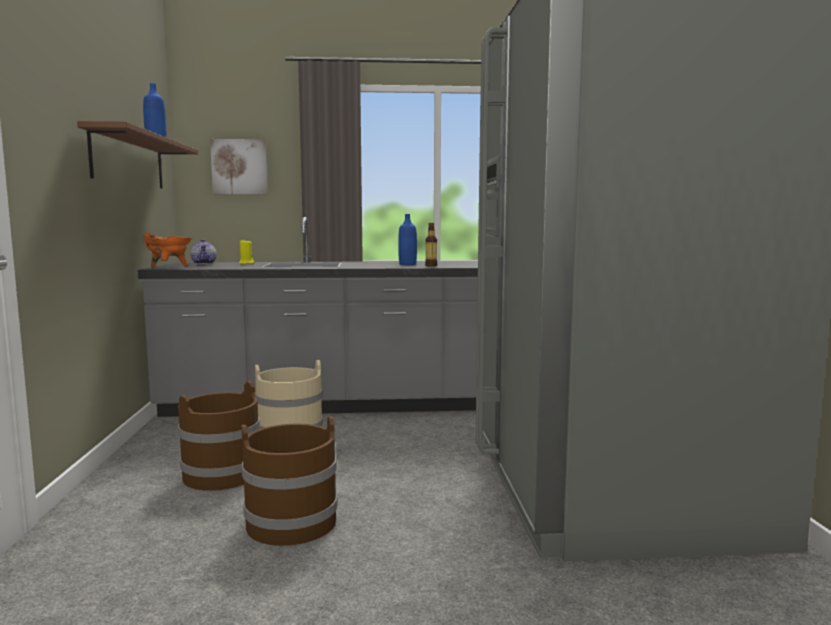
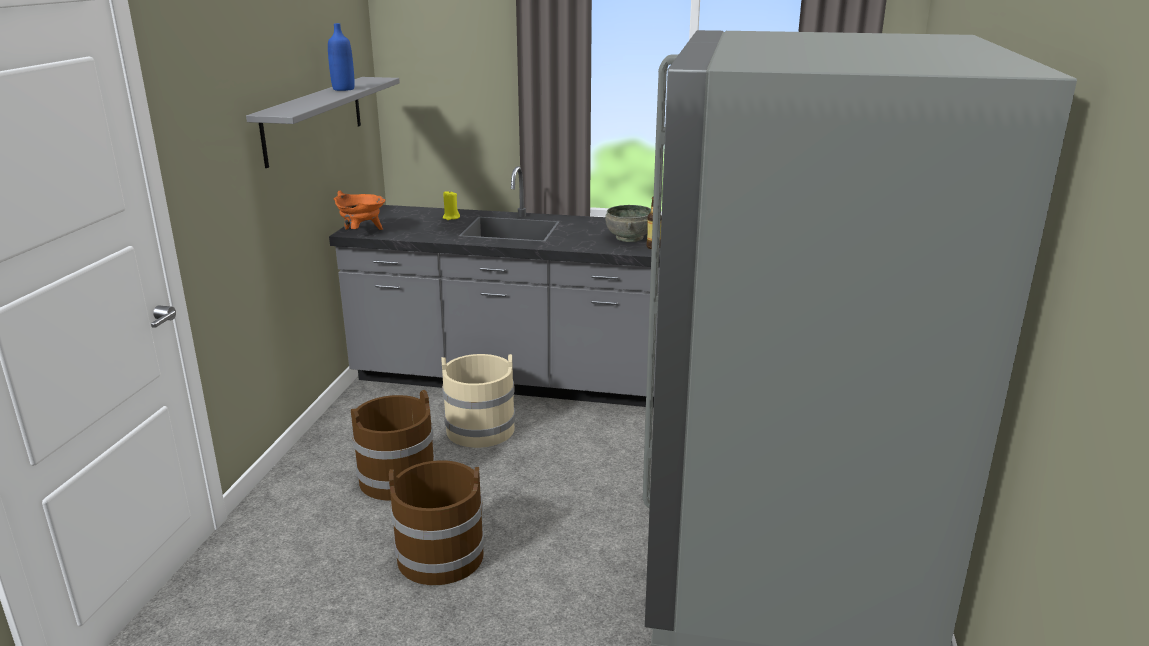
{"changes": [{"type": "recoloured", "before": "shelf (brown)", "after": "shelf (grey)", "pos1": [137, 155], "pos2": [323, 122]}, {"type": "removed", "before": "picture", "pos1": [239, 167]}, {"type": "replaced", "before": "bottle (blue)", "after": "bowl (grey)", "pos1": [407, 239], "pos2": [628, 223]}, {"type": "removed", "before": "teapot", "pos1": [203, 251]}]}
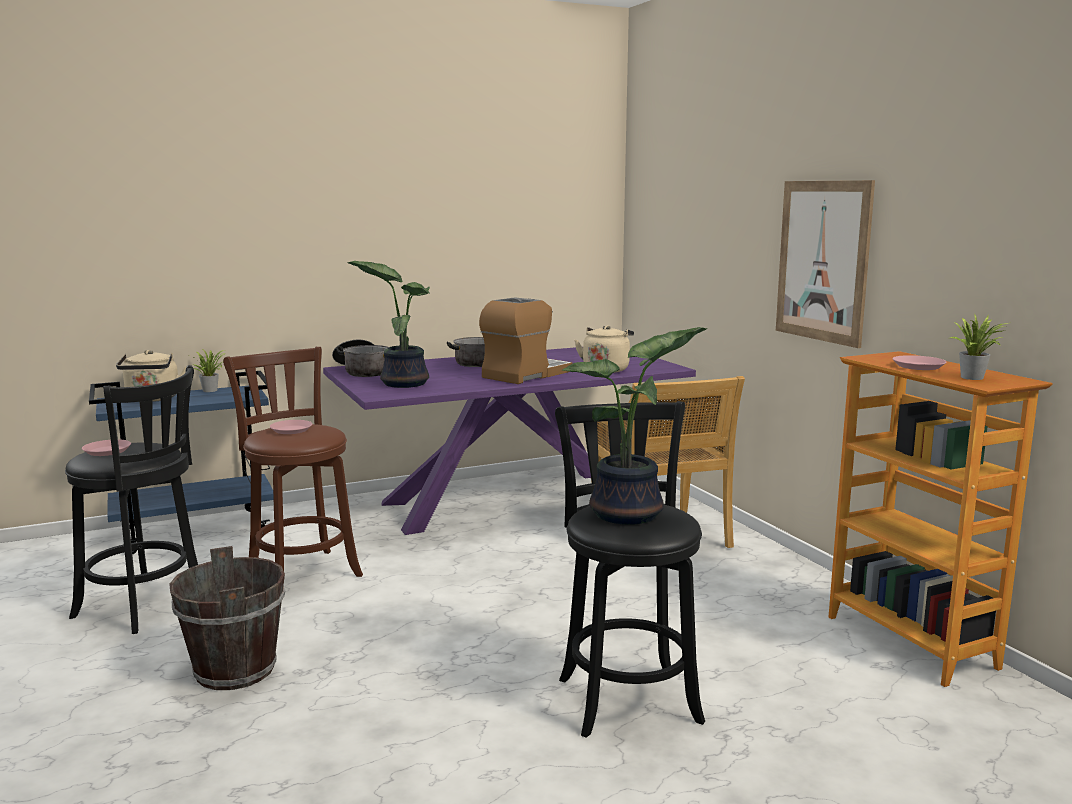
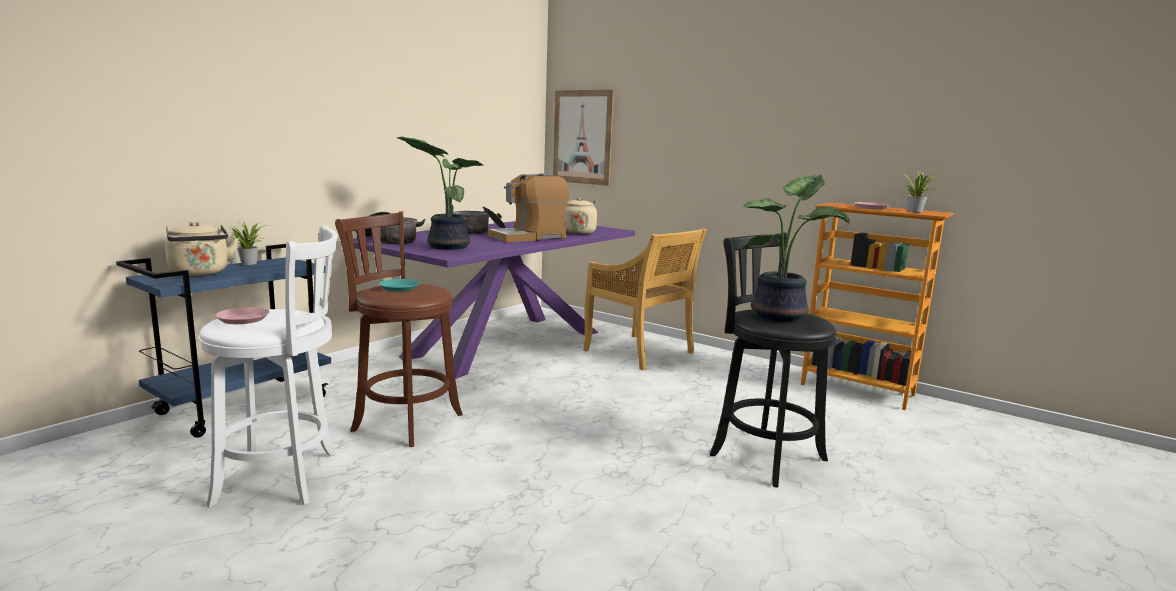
{"changes": [{"type": "moved", "before": "picture", "pos1": [825, 264], "pos2": [583, 138]}, {"type": "turned", "before": "coffee machine", "pos1": [526, 340], "pos2": [529, 207], "turn": -135}, {"type": "recoloured", "before": "stool (black)", "after": "stool (white)", "pos1": [131, 499], "pos2": [268, 366]}, {"type": "recoloured", "before": "plate (pink)", "after": "plate (turquoise)", "pos1": [291, 427], "pos2": [399, 285]}, {"type": "removed", "before": "bucket (brown)", "pos1": [227, 618]}]}
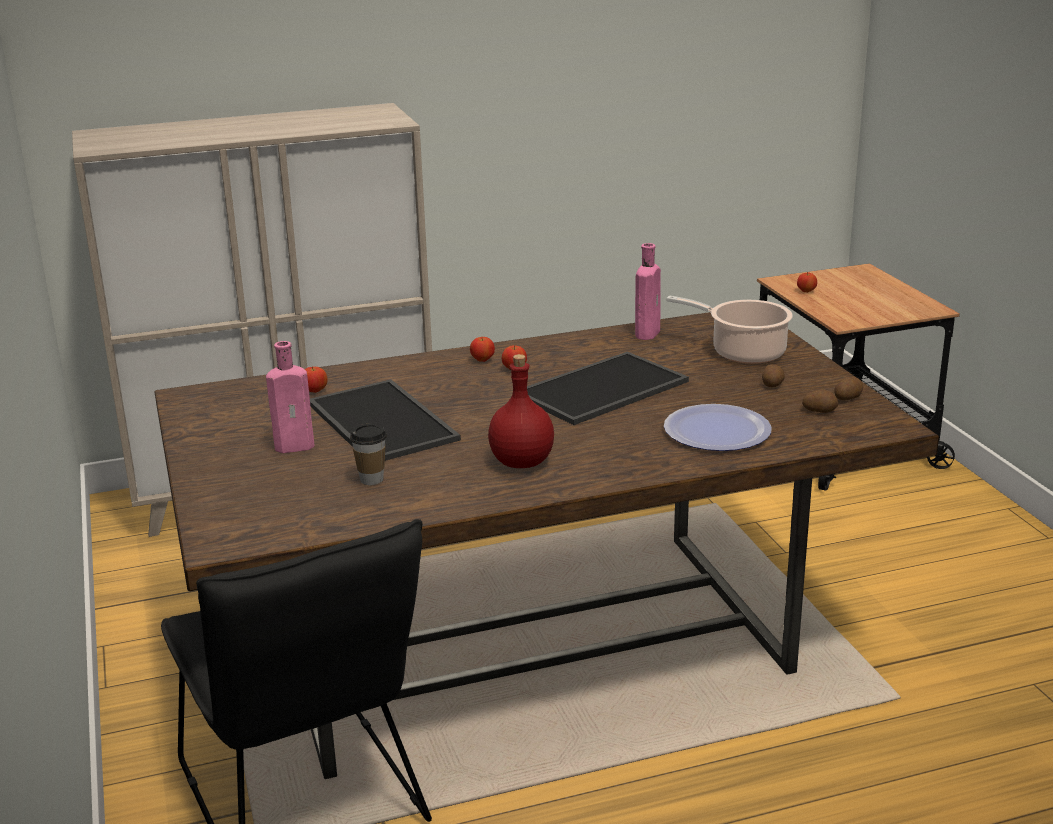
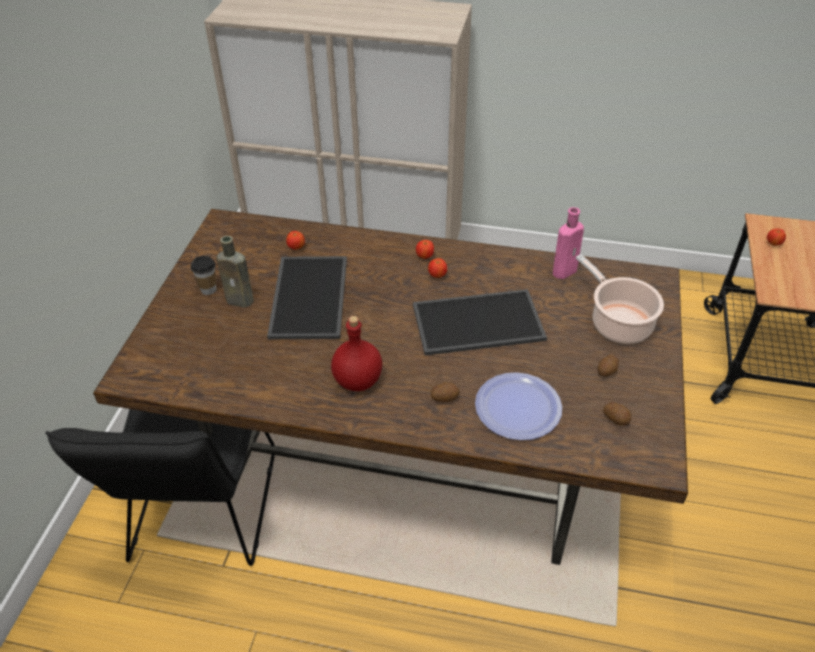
{"changes": [{"type": "recoloured", "before": "bottle (pink)", "after": "bottle (brown)", "pos1": [290, 397], "pos2": [235, 272]}, {"type": "moved", "before": "potato", "pos1": [848, 388], "pos2": [445, 392]}, {"type": "moved", "before": "cup", "pos1": [368, 454], "pos2": [203, 275]}]}
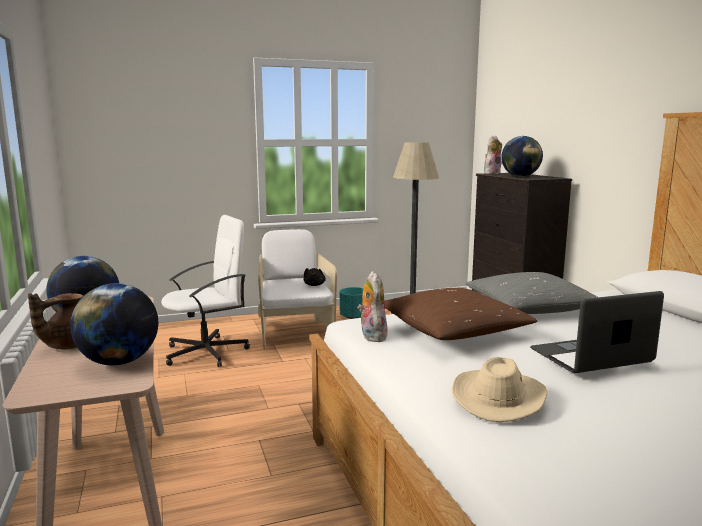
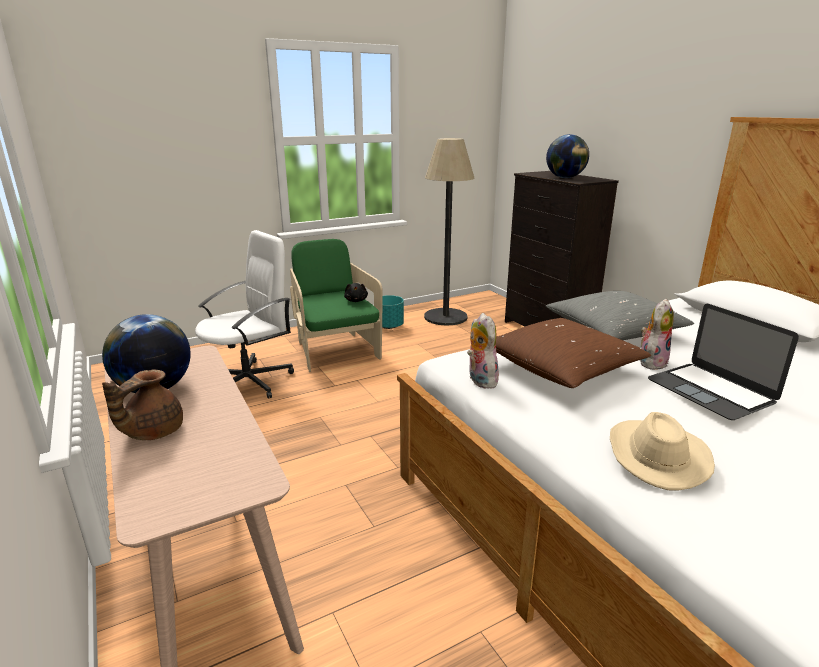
{"changes": [{"type": "moved", "before": "plush toy", "pos1": [493, 155], "pos2": [657, 334]}, {"type": "recoloured", "before": "armchair (white)", "after": "armchair (green)", "pos1": [297, 289], "pos2": [336, 305]}, {"type": "removed", "before": "globe", "pos1": [114, 324]}, {"type": "turned", "before": "laptop", "pos1": [597, 332], "pos2": [723, 362], "turn": -90}]}
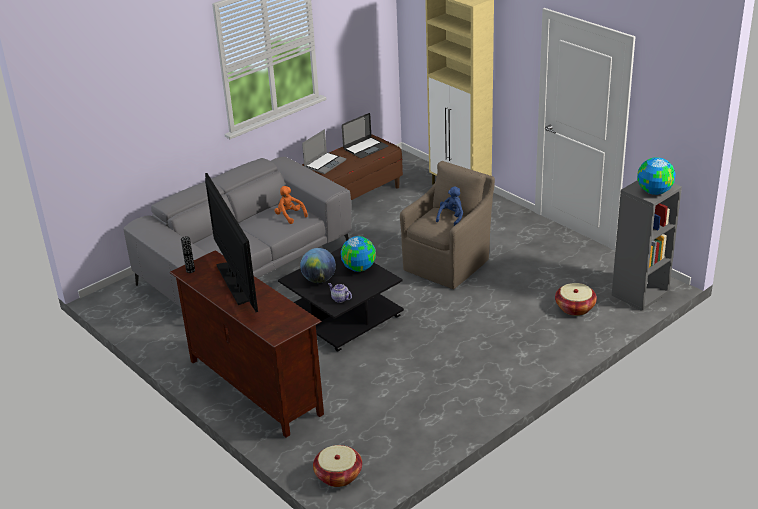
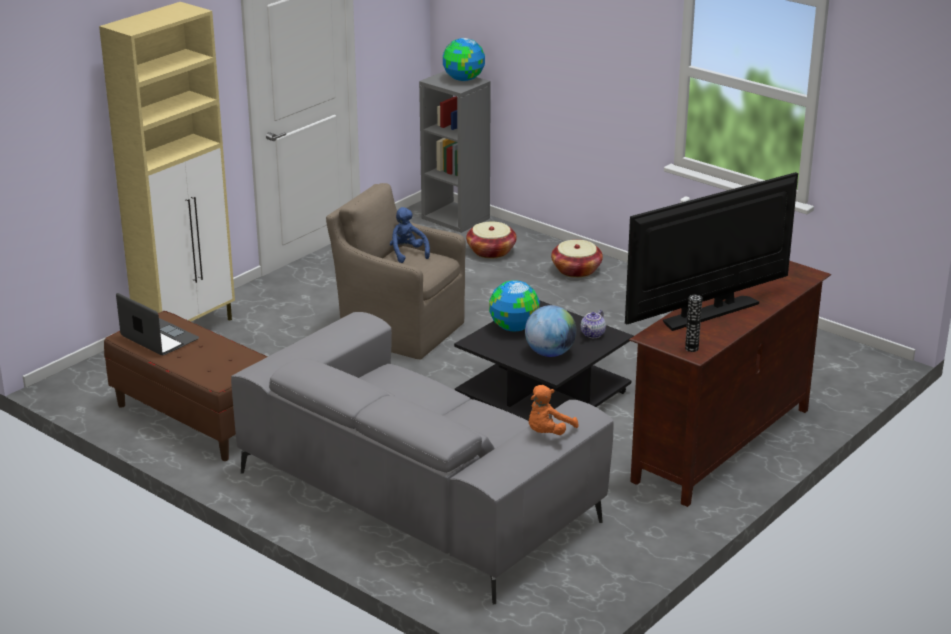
{"changes": [{"type": "removed", "before": "laptop", "pos1": [324, 151]}, {"type": "moved", "before": "plush toy (orange)", "pos1": [291, 205], "pos2": [553, 410]}, {"type": "turned", "before": "plush toy (blue)", "pos1": [449, 206], "pos2": [410, 235], "turn": 45}, {"type": "moved", "before": "basket", "pos1": [337, 466], "pos2": [577, 259]}]}
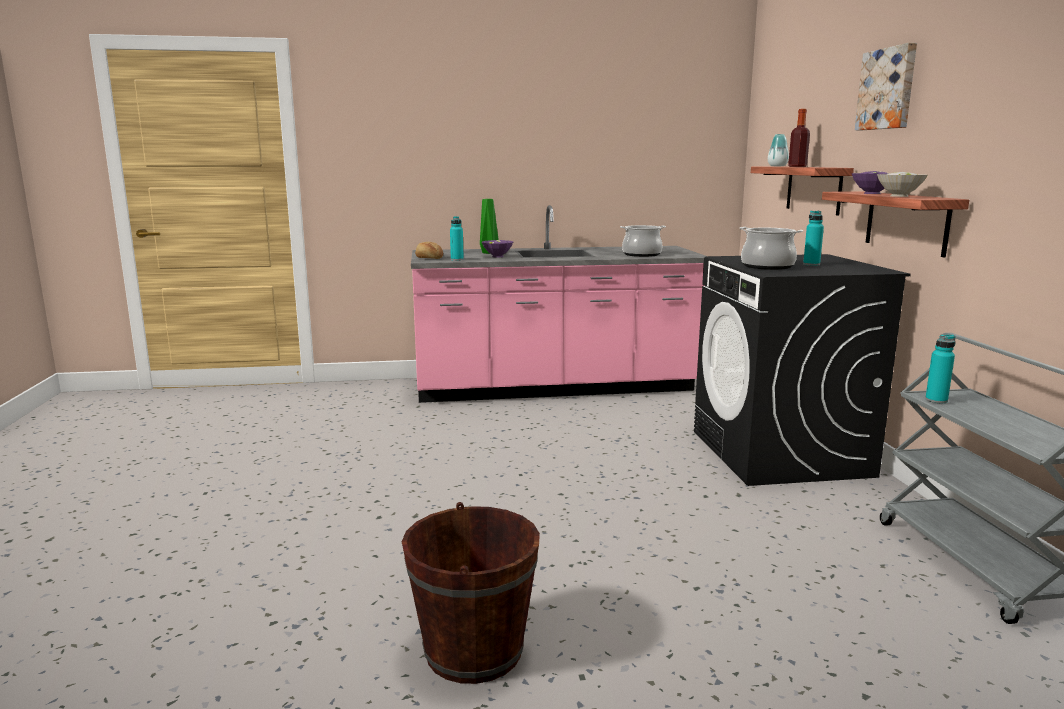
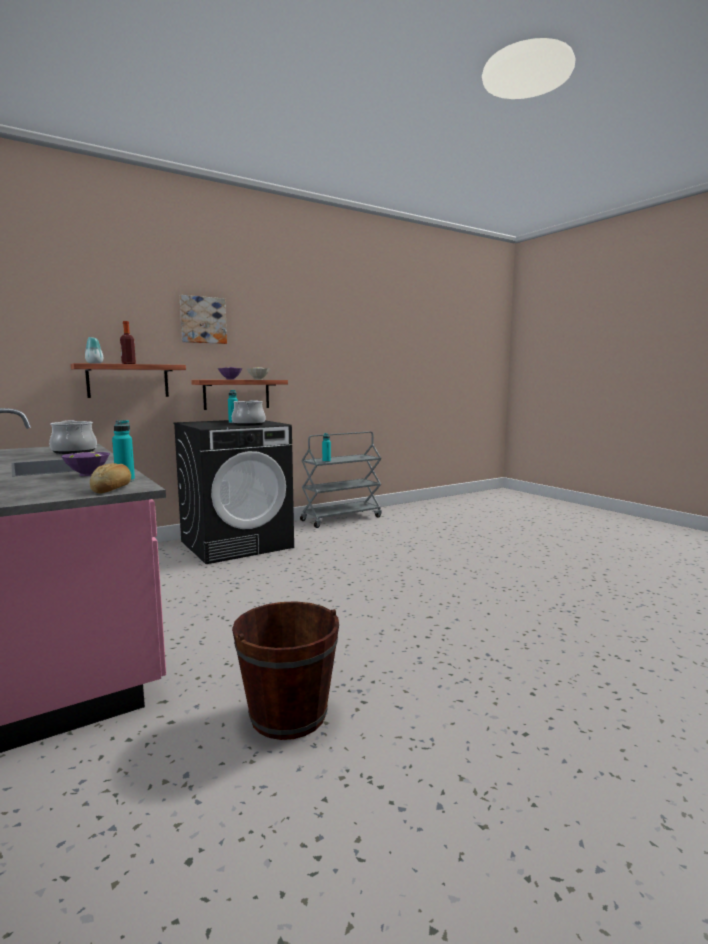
{"changes": [{"type": "removed", "before": "vase (green)", "pos1": [489, 226]}, {"type": "moved", "before": "bucket (brown)", "pos1": [471, 593], "pos2": [285, 670]}]}
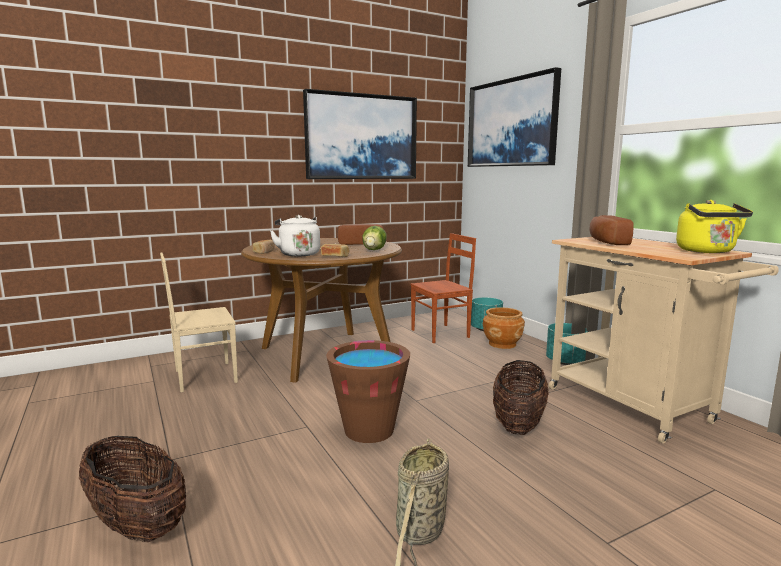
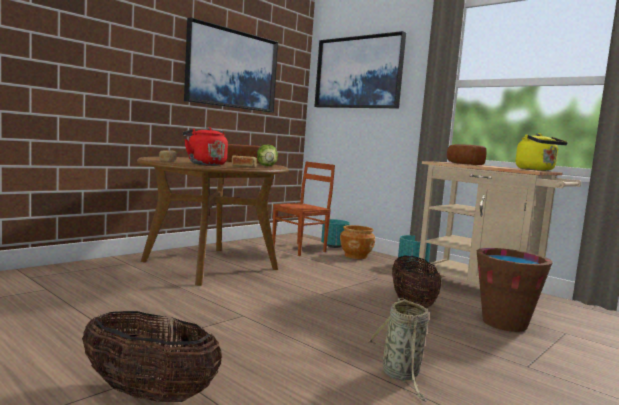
{"changes": [{"type": "recoloured", "before": "kettle (white)", "after": "kettle (red)", "pos1": [295, 235], "pos2": [205, 146]}, {"type": "removed", "before": "chair (beige)", "pos1": [199, 322]}, {"type": "moved", "before": "bucket (brown)", "pos1": [368, 391], "pos2": [515, 290]}]}
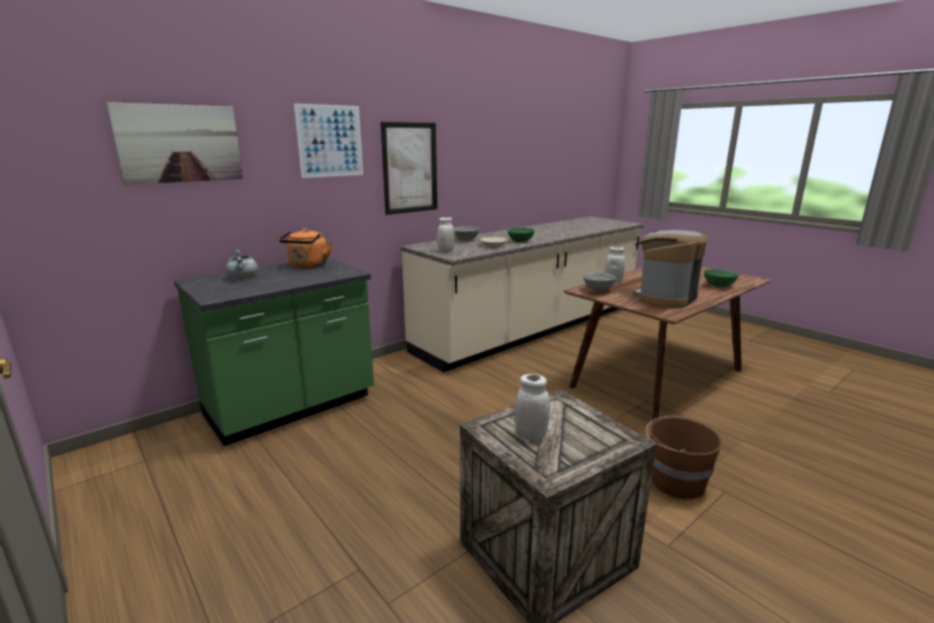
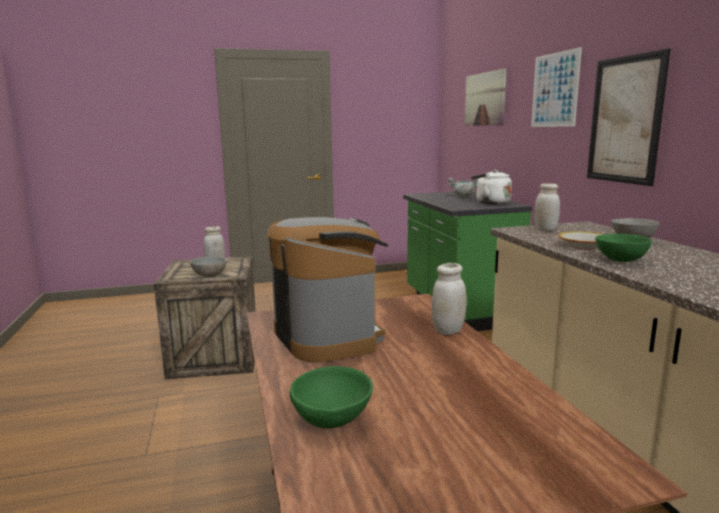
{"changes": [{"type": "recoloured", "before": "kettle (orange)", "after": "kettle (white)", "pos1": [305, 248], "pos2": [491, 187]}, {"type": "moved", "before": "bowl (grey)", "pos1": [599, 282], "pos2": [208, 266]}, {"type": "removed", "before": "bucket (brown)", "pos1": [684, 457]}]}
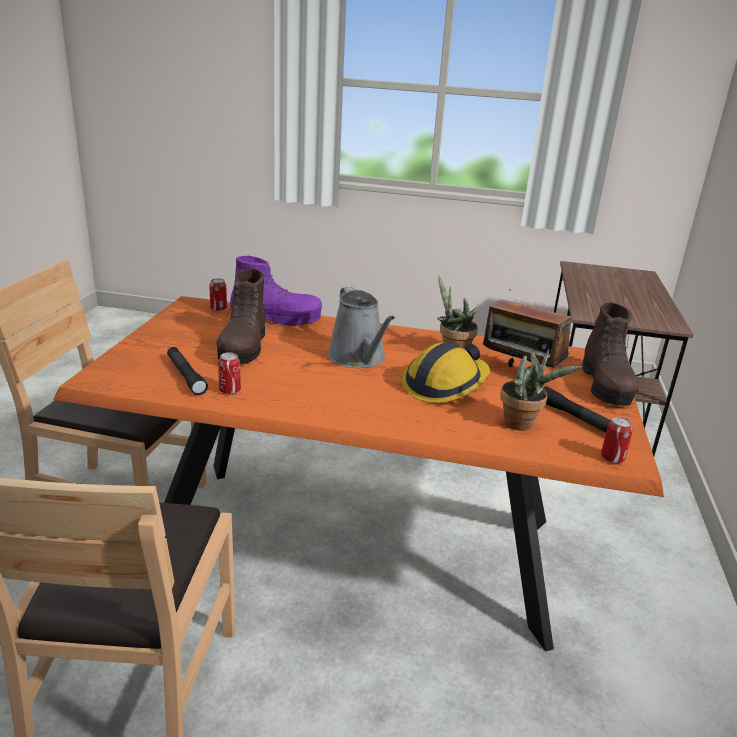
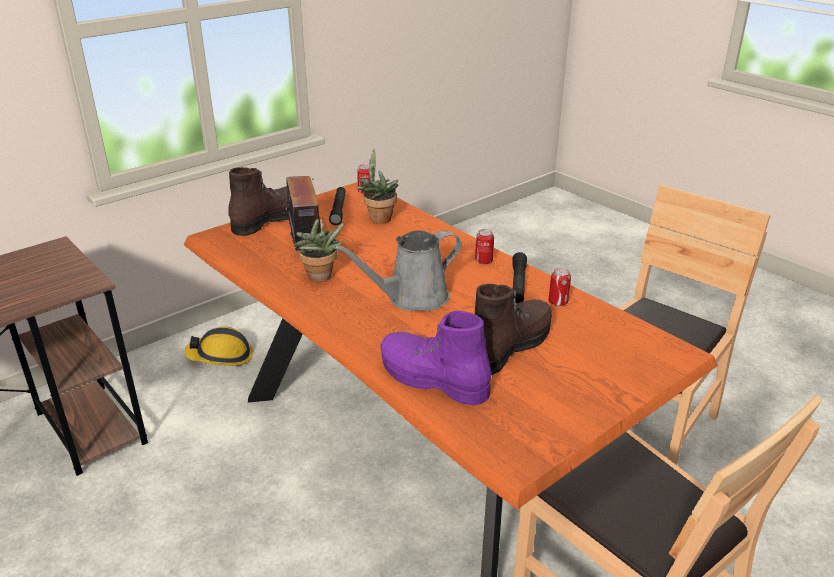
{"changes": [{"type": "moved", "before": "can", "pos1": [218, 294], "pos2": [484, 246]}, {"type": "turned", "before": "watering can (grey)", "pos1": [361, 327], "pos2": [398, 271], "turn": -135}, {"type": "moved", "before": "hard hat", "pos1": [445, 372], "pos2": [219, 346]}, {"type": "moved", "before": "flashlight (black)", "pos1": [187, 371], "pos2": [519, 278]}]}
